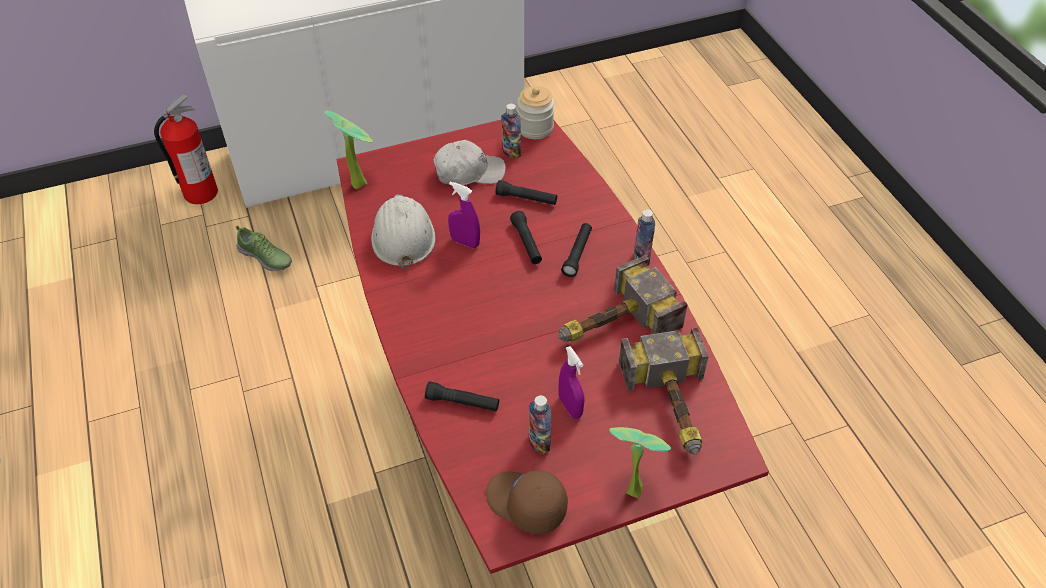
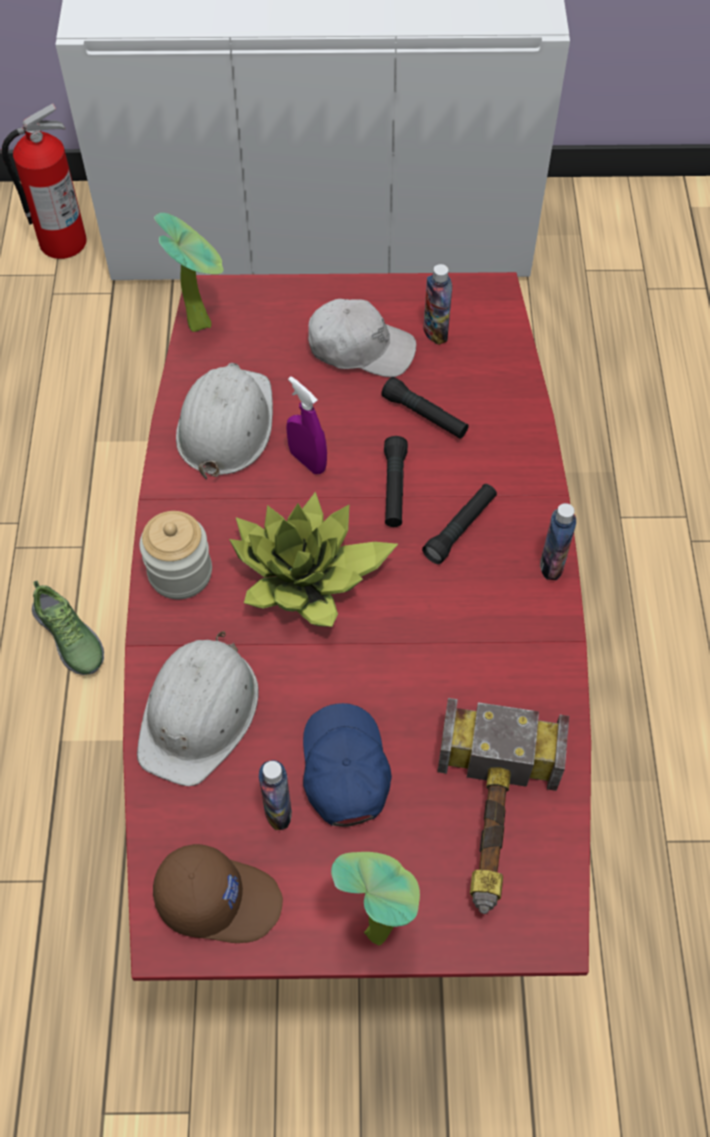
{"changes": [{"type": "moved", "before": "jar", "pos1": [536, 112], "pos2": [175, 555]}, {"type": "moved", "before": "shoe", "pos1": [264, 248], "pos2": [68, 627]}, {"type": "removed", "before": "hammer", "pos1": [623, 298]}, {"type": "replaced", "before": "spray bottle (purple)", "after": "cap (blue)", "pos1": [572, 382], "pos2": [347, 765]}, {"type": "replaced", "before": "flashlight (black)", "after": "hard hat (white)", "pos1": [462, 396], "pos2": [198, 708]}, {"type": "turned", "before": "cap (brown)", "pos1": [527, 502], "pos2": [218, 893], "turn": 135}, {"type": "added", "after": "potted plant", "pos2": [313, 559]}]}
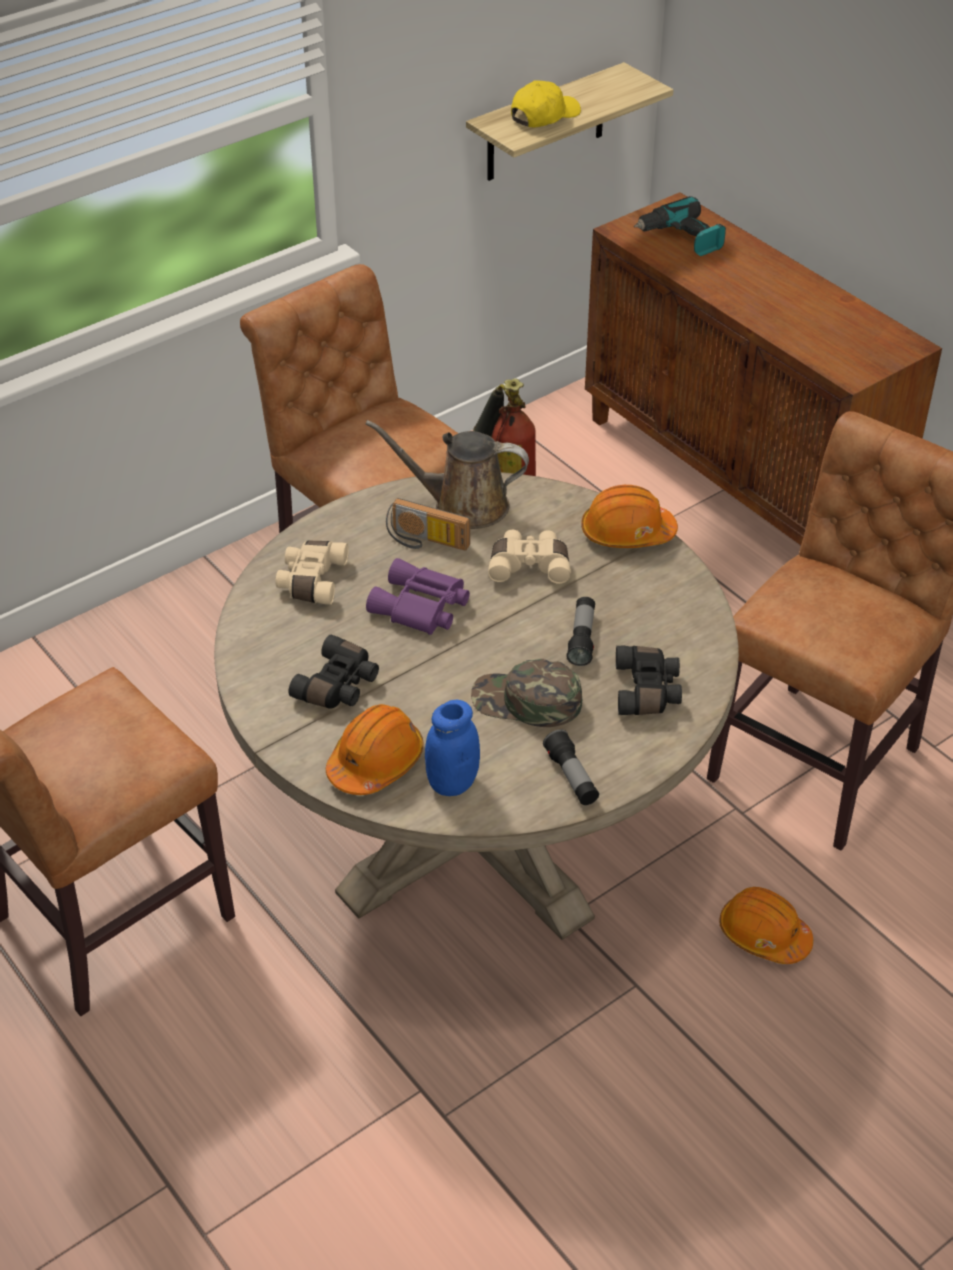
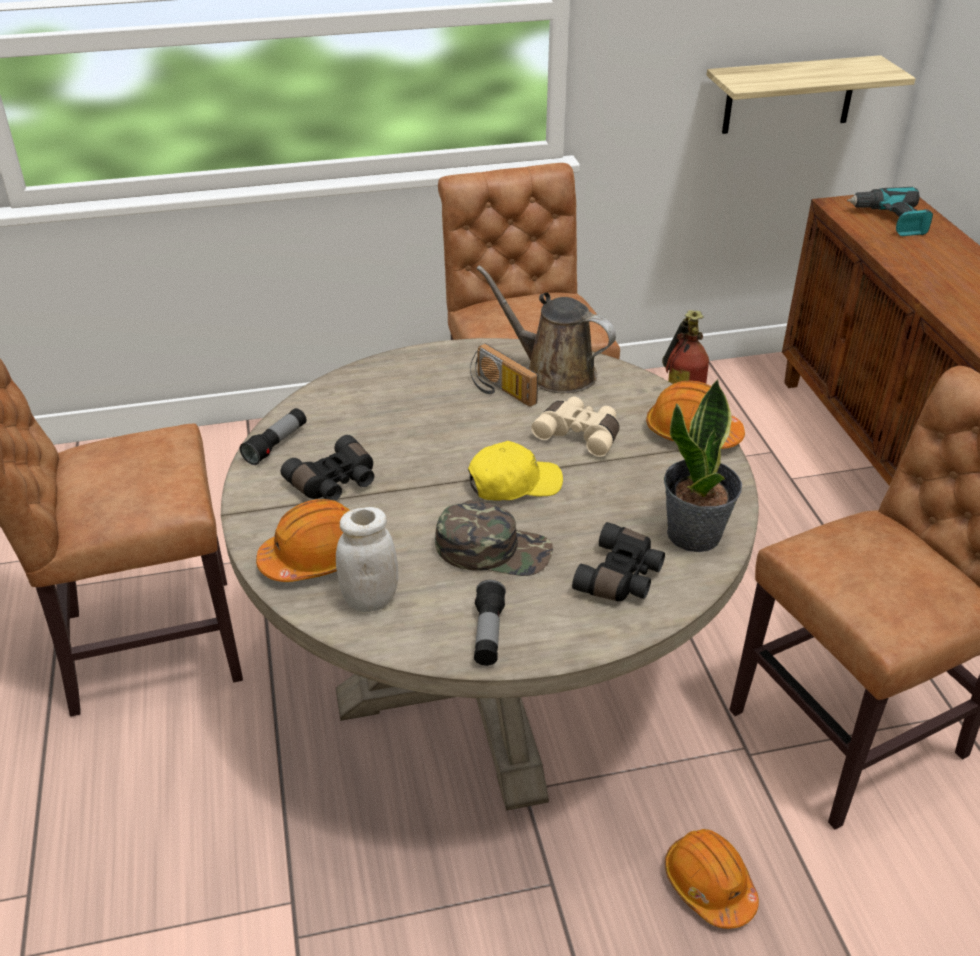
{"changes": [{"type": "moved", "before": "cap (yellow)", "pos1": [546, 104], "pos2": [515, 471]}, {"type": "removed", "before": "binoculars (beige)", "pos1": [312, 573]}, {"type": "removed", "before": "binoculars (purple)", "pos1": [418, 596]}, {"type": "moved", "before": "flashlight", "pos1": [580, 631], "pos2": [273, 436]}, {"type": "turned", "before": "cap (green)", "pos1": [526, 693], "pos2": [494, 538], "turn": 150}, {"type": "recoloured", "before": "jar (blue)", "after": "jar (white)", "pos1": [452, 748], "pos2": [367, 559]}, {"type": "added", "after": "potted plant", "pos2": [703, 465]}]}
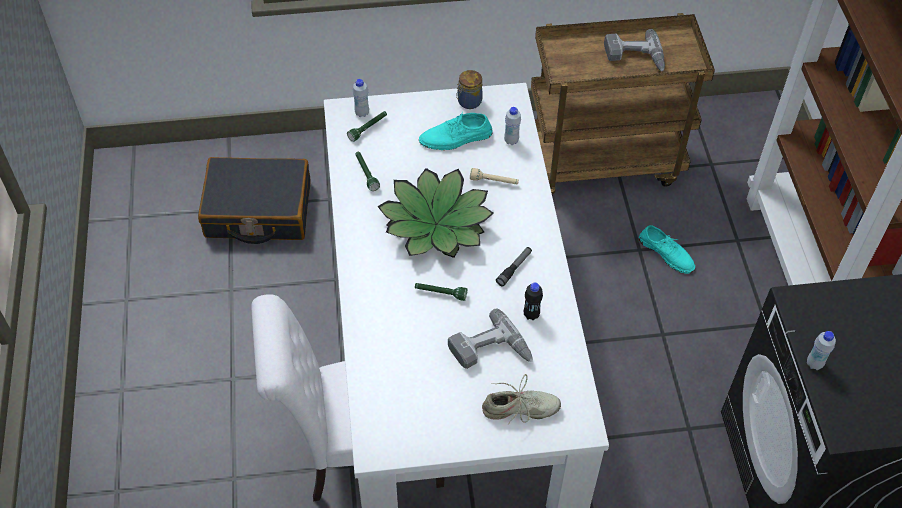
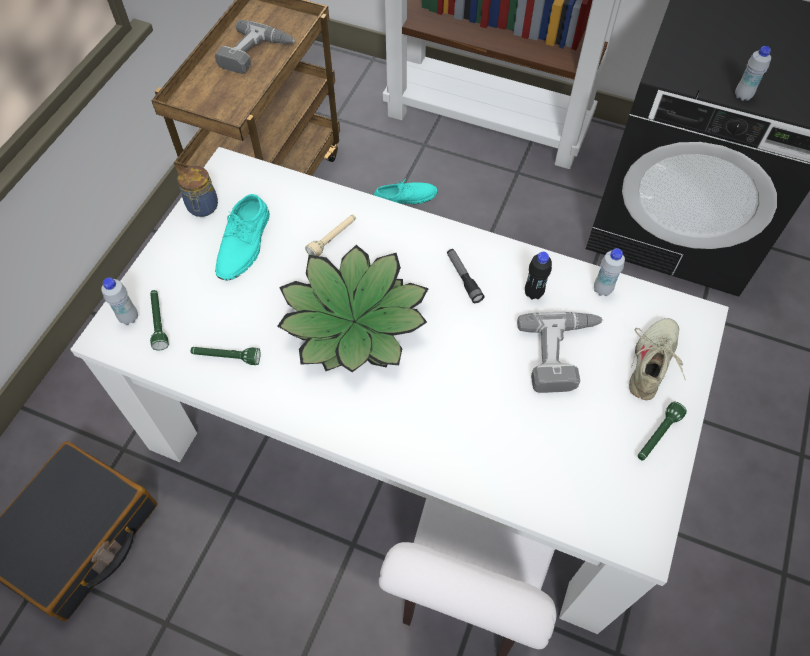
{"changes": [{"type": "moved", "before": "bottle (white)", "pos1": [512, 126], "pos2": [609, 272]}, {"type": "moved", "before": "flashlight (green)", "pos1": [441, 292], "pos2": [662, 431]}]}
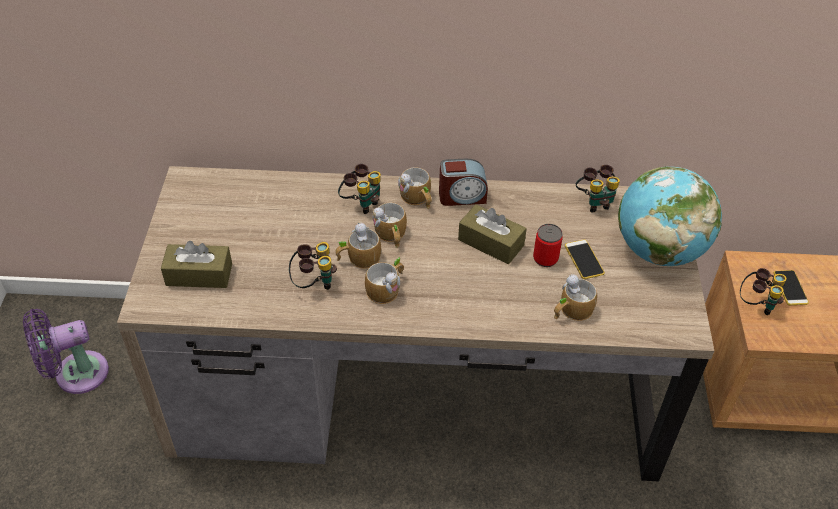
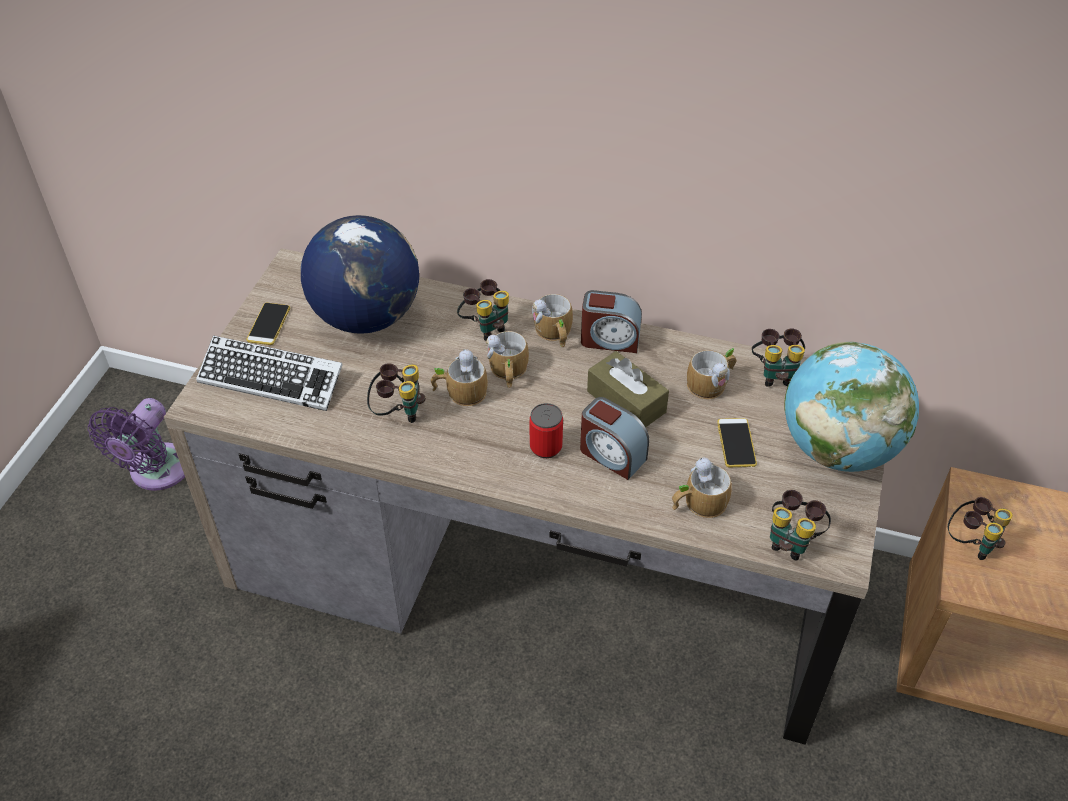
{"changes": [{"type": "moved", "before": "can", "pos1": [548, 245], "pos2": [546, 430]}, {"type": "replaced", "before": "tissue box (brown)", "after": "keyboard", "pos1": [196, 264], "pos2": [269, 373]}, {"type": "moved", "before": "mug", "pos1": [384, 281], "pos2": [712, 373]}, {"type": "moved", "before": "phone", "pos1": [791, 287], "pos2": [268, 324]}, {"type": "turned", "before": "fan (purple)", "pos1": [66, 351], "pos2": [136, 444], "turn": -60}, {"type": "added", "after": "globe", "pos2": [360, 274]}, {"type": "added", "after": "alarm clock", "pos2": [614, 438]}, {"type": "added", "after": "binoculars", "pos2": [800, 525]}]}
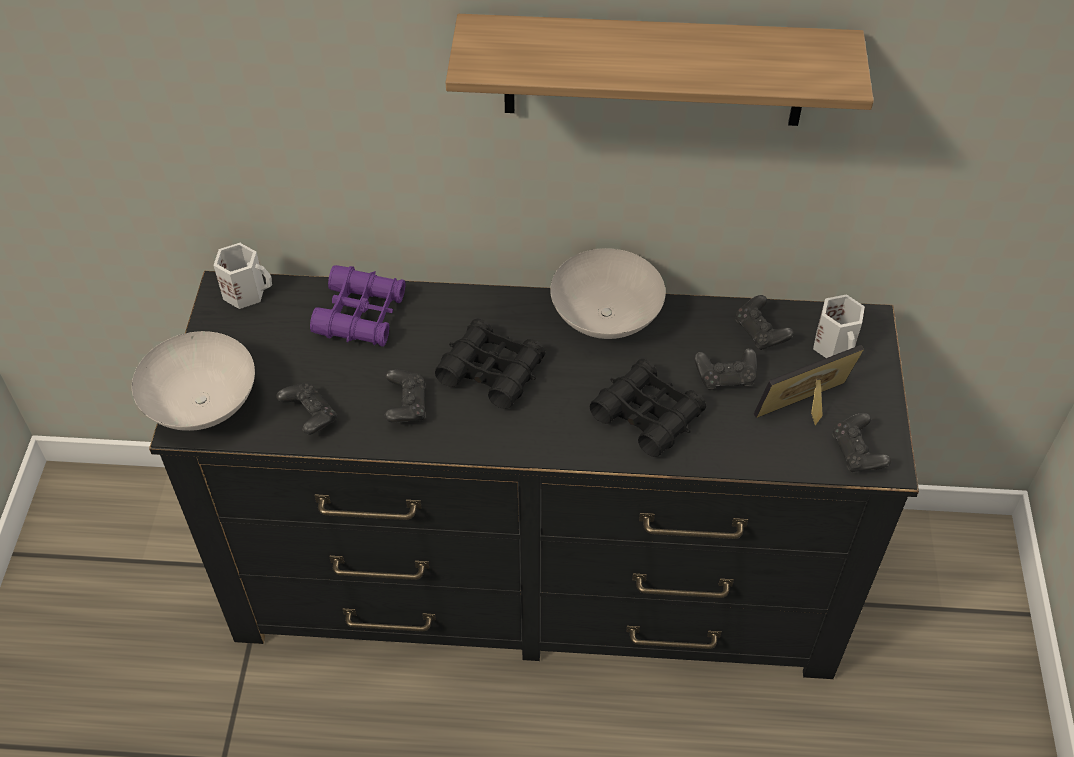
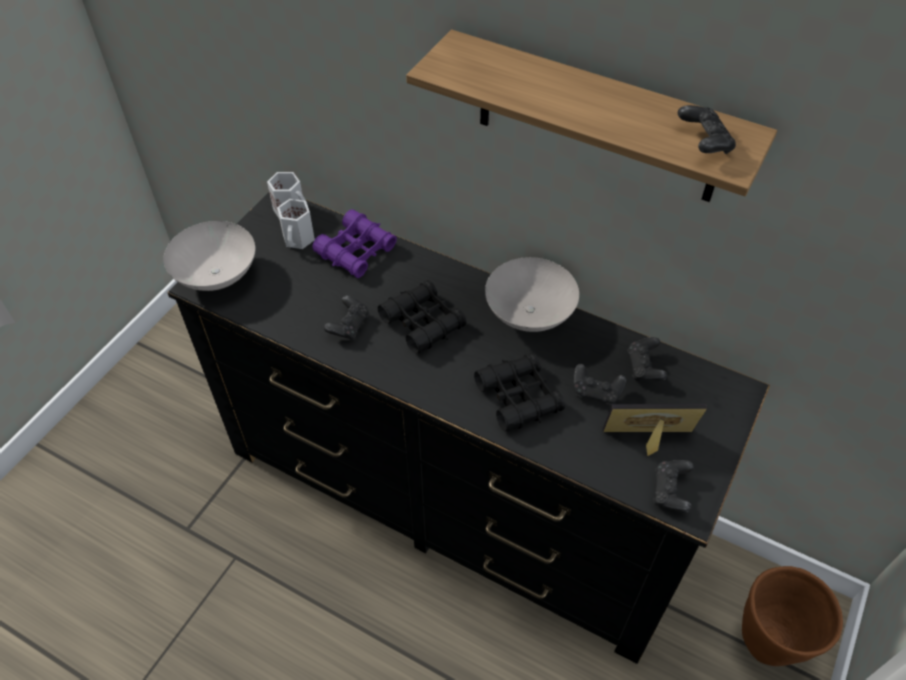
{"changes": [{"type": "moved", "before": "mug (white)", "pos1": [839, 326], "pos2": [296, 224]}, {"type": "moved", "before": "game controller (black)", "pos1": [306, 409], "pos2": [707, 129]}, {"type": "added", "after": "planter (brown)", "pos2": [792, 616]}]}
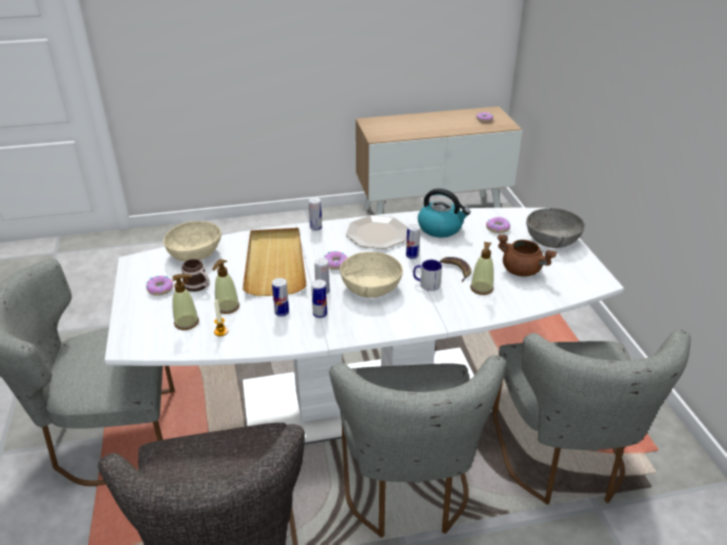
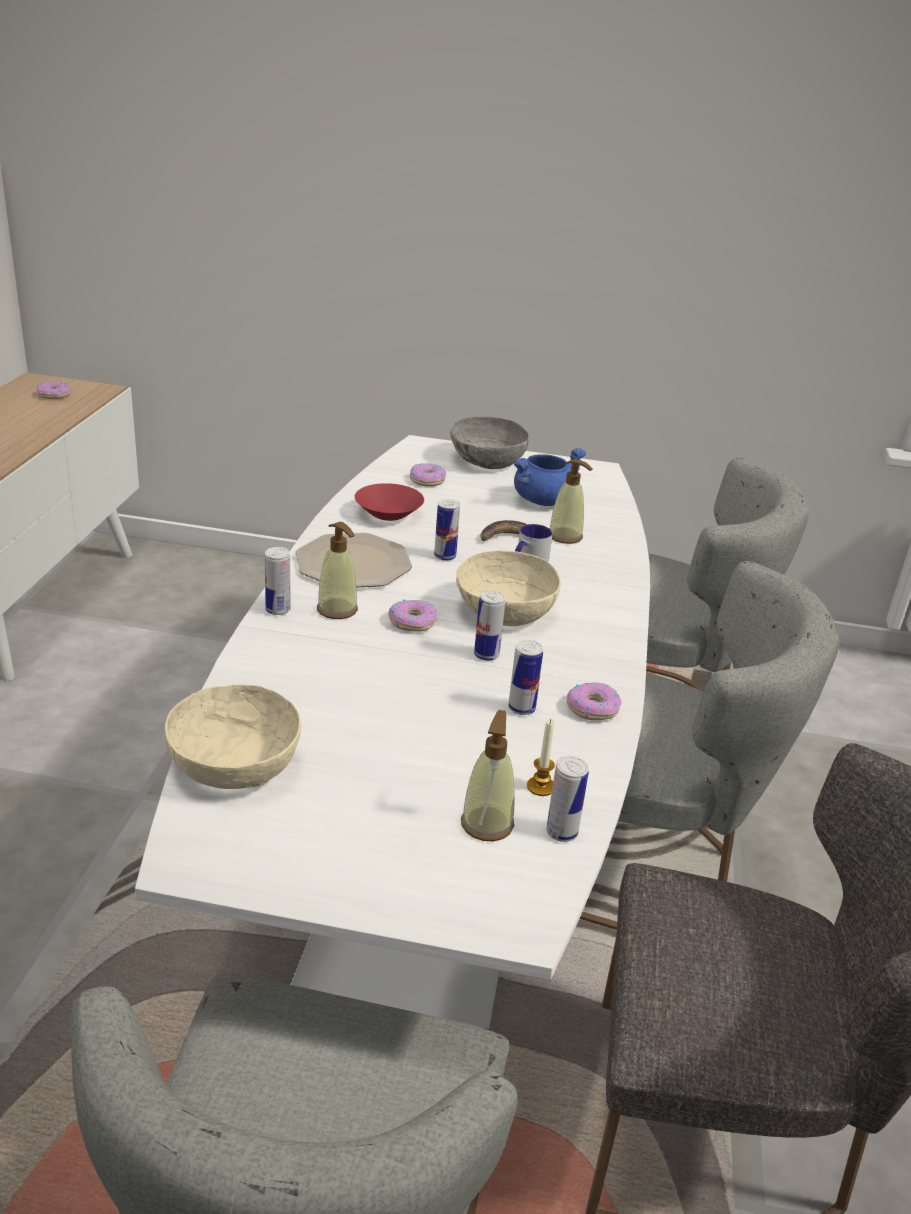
{"changes": [{"type": "replaced", "before": "kettle", "after": "bowl (red)", "pos1": [444, 212], "pos2": [389, 502]}, {"type": "removed", "before": "tray (beige)", "pos1": [274, 262]}, {"type": "recoloured", "before": "cooking pot (brown)", "after": "cooking pot (blue)", "pos1": [527, 255], "pos2": [550, 477]}, {"type": "removed", "before": "mug", "pos1": [195, 275]}, {"type": "moved", "before": "soap dispenser", "pos1": [225, 286], "pos2": [337, 570]}, {"type": "moved", "before": "donut", "pos1": [159, 286], "pos2": [594, 701]}, {"type": "moved", "before": "can", "pos1": [319, 298], "pos2": [567, 799]}]}
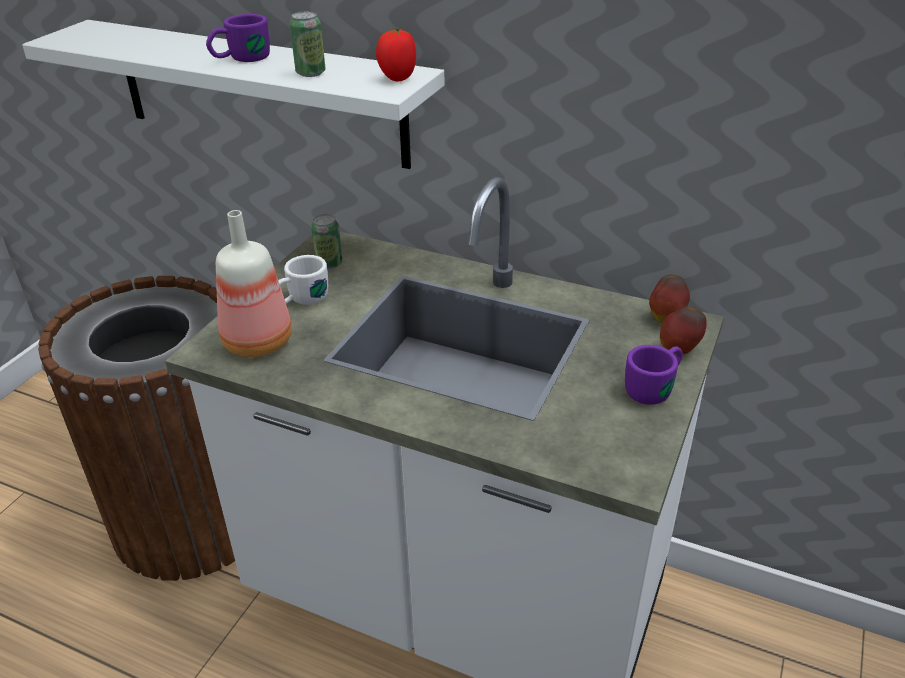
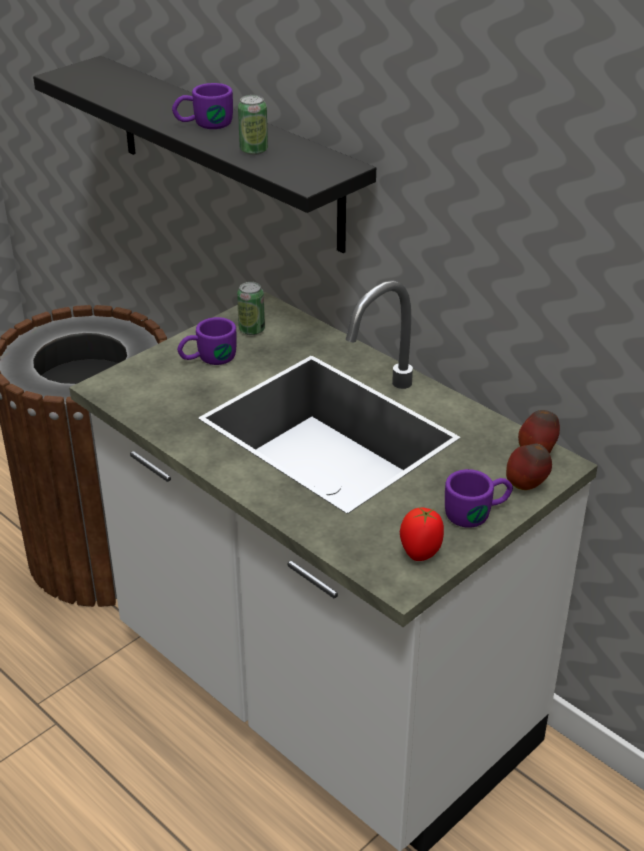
{"changes": [{"type": "recoloured", "before": "shelf (white)", "after": "shelf (black)", "pos1": [233, 94], "pos2": [204, 154]}, {"type": "moved", "before": "tomato", "pos1": [396, 54], "pos2": [422, 534]}, {"type": "removed", "before": "bottle", "pos1": [254, 283]}, {"type": "recoloured", "before": "mug (white)", "after": "mug (purple)", "pos1": [303, 280], "pos2": [207, 341]}]}
